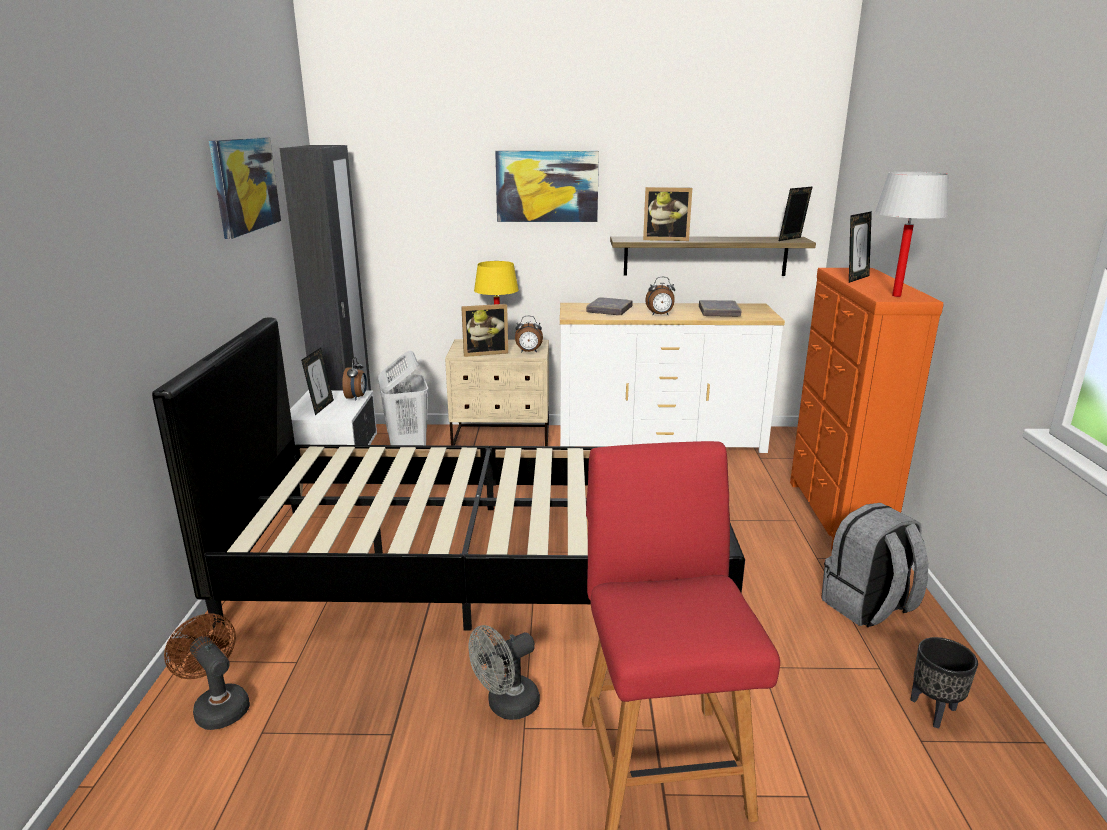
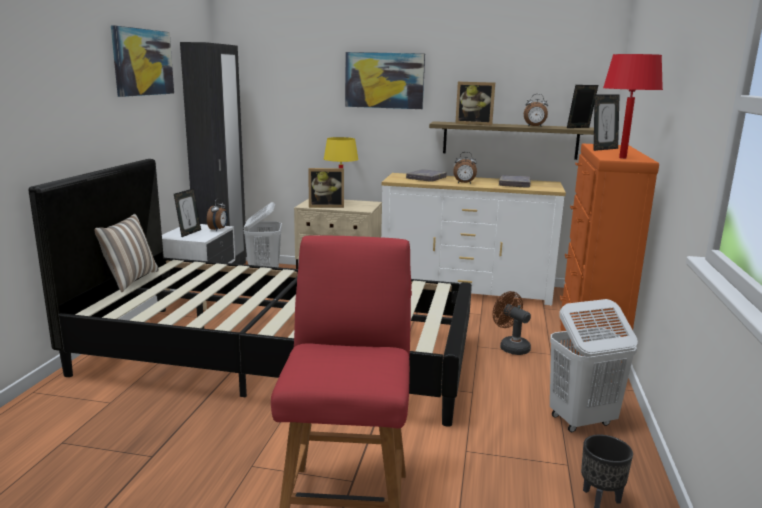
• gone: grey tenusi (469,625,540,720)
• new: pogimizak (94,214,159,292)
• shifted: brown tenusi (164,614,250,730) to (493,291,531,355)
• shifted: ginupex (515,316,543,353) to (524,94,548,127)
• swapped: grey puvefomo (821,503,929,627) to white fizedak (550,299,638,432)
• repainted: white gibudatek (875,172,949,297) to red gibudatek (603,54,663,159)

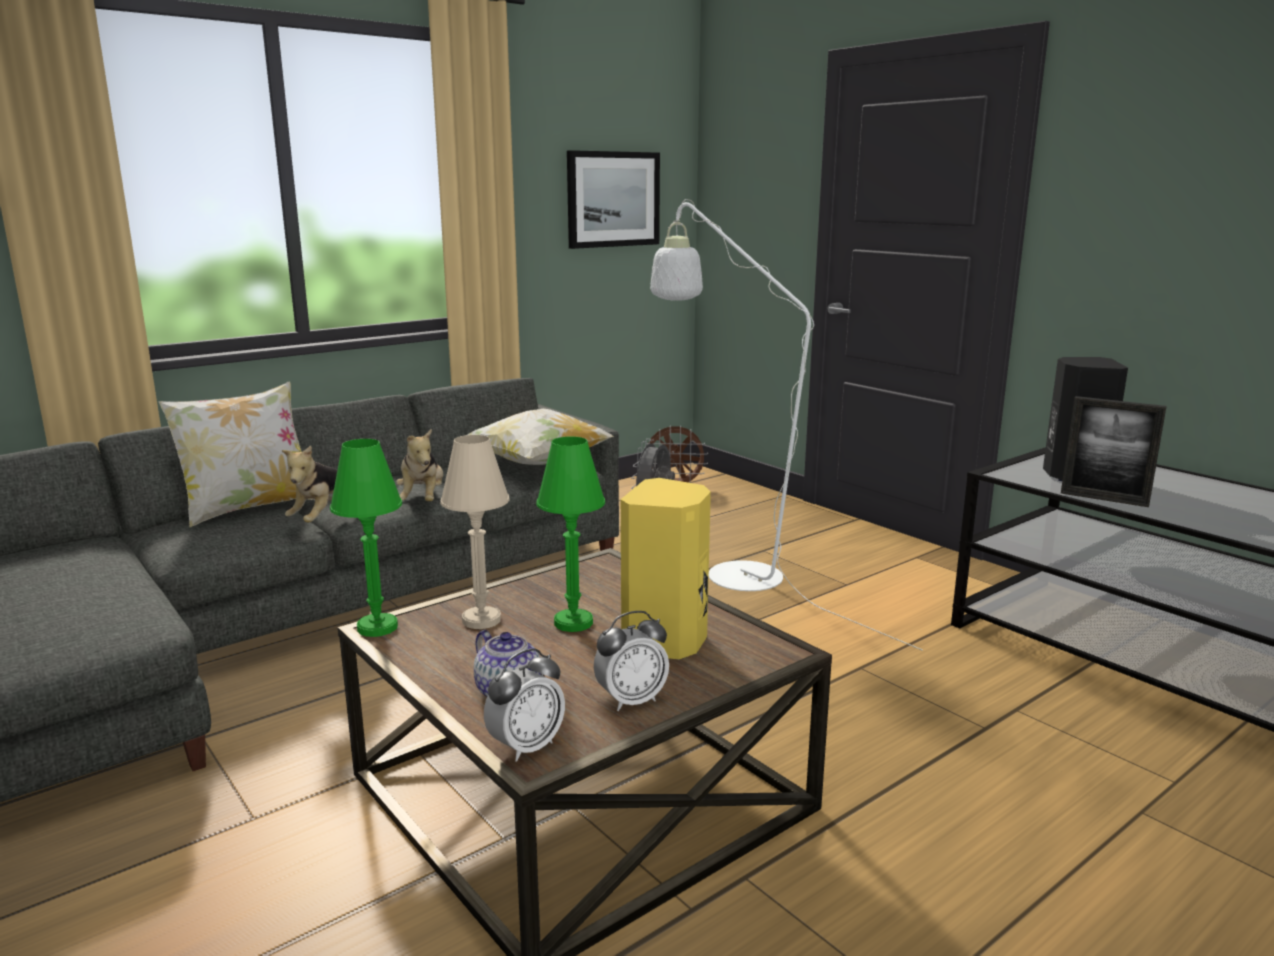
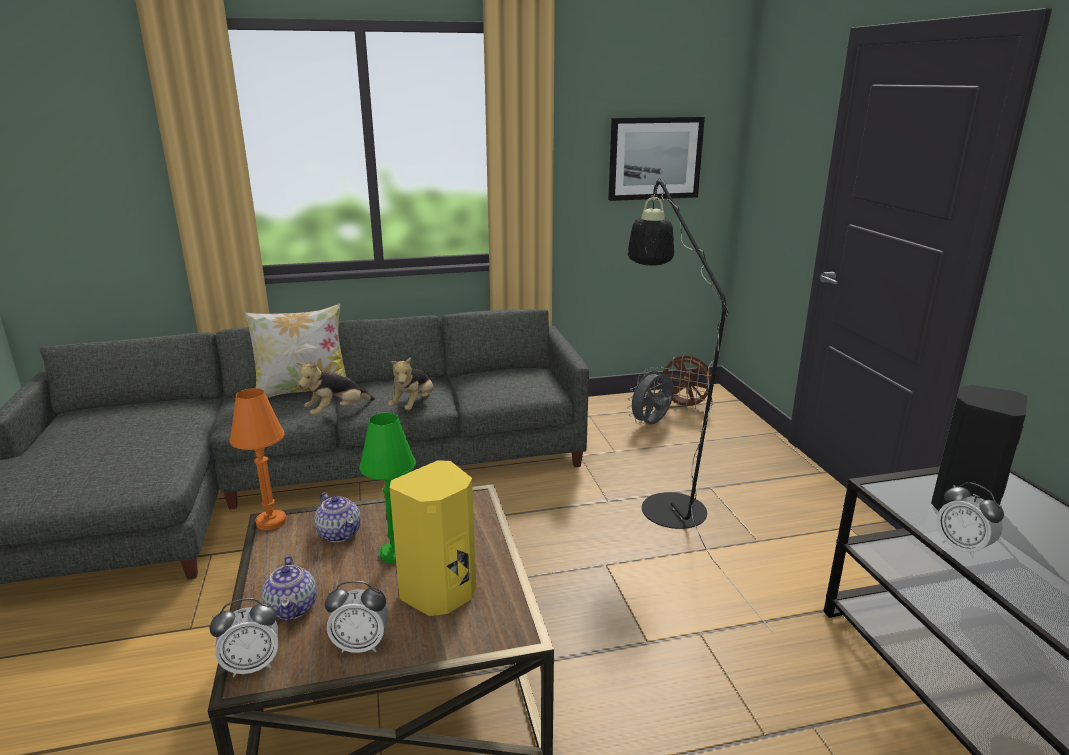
• gone: pogimizak (467,409,614,465)
• swapped: beige gibudatek (440,435,509,629) to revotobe (314,492,361,542)
• swapped: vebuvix (1061,396,1166,507) to ginupex (937,482,1004,559)
• repainted: green gibudatek (330,439,402,637) to orange gibudatek (230,388,286,530)
• repainted: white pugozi (650,199,923,651) to black pugozi (628,179,773,632)

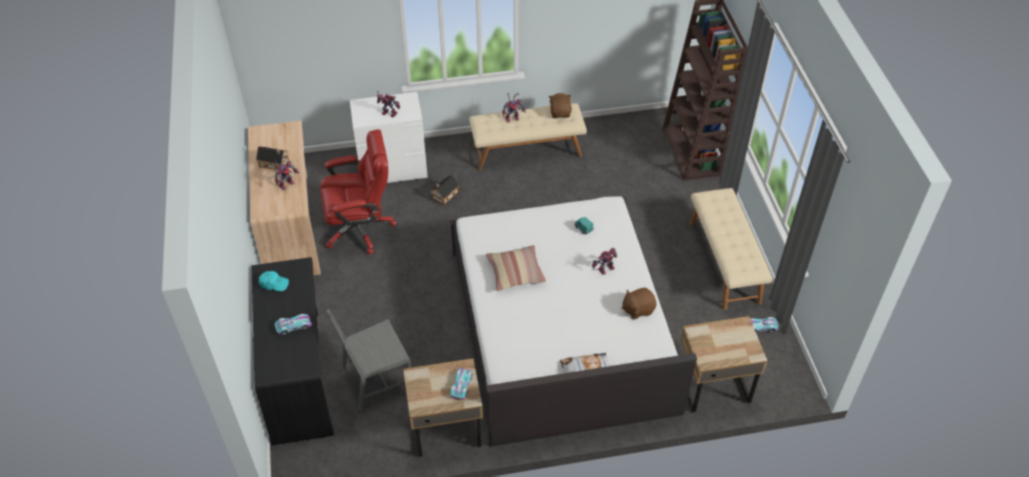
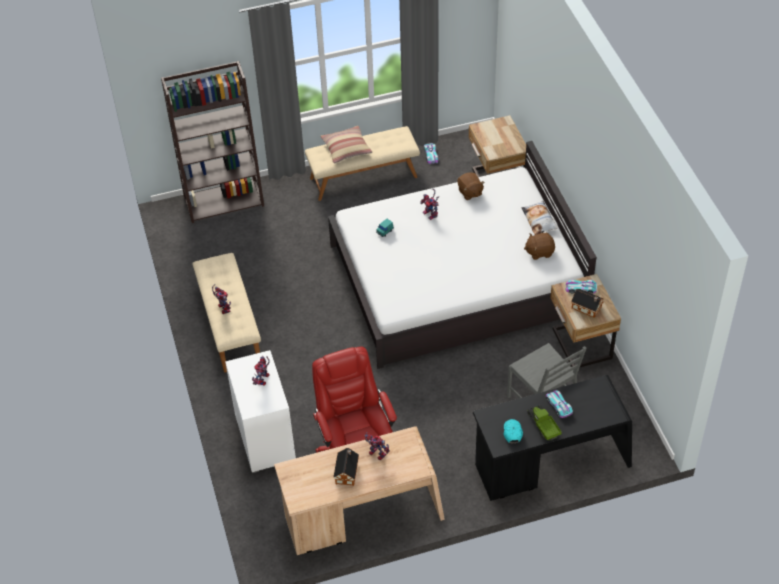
• new: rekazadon (527,405,562,441)
• shifted: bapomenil (431,175,459,205) to (571,289,604,318)
• shifted: pogimizak (486,245,546,291) to (320,126,372,163)
• shifted: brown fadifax (549,93,572,118) to (524,233,555,260)

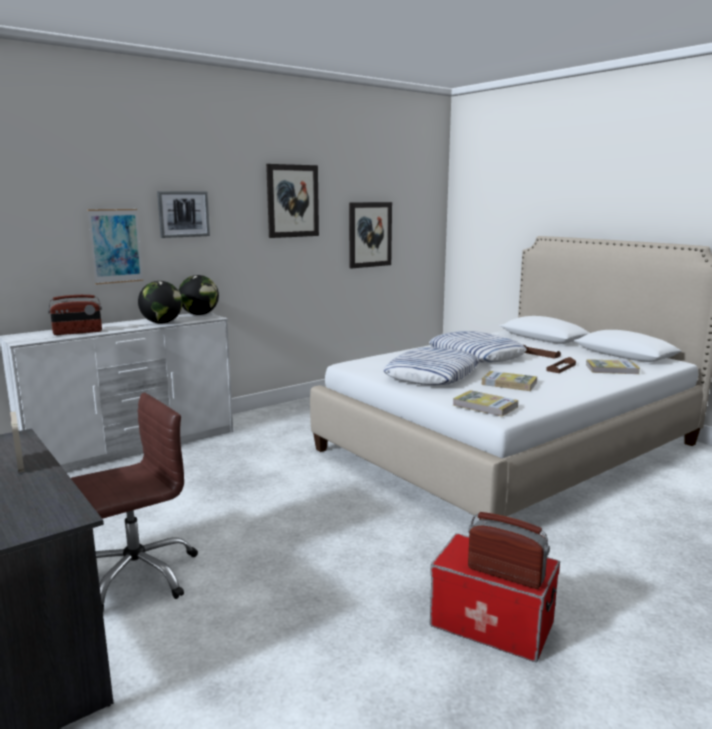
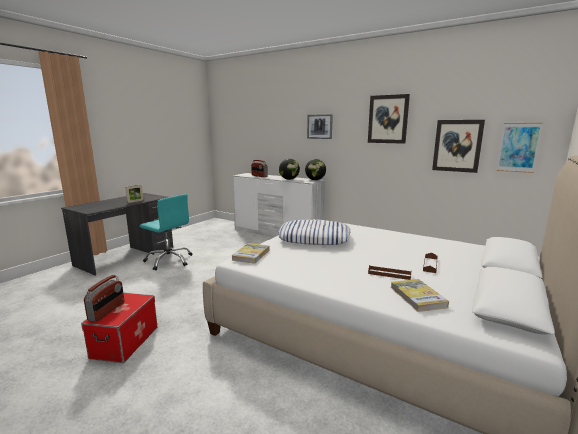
• gone: pogimizak (429,331,527,362)
• gone: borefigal (482,371,537,391)
• shifted: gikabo (87,209,143,285) to (497,123,543,173)
• repainted: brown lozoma (71,392,198,611) to turquoise lozoma (140,194,193,270)

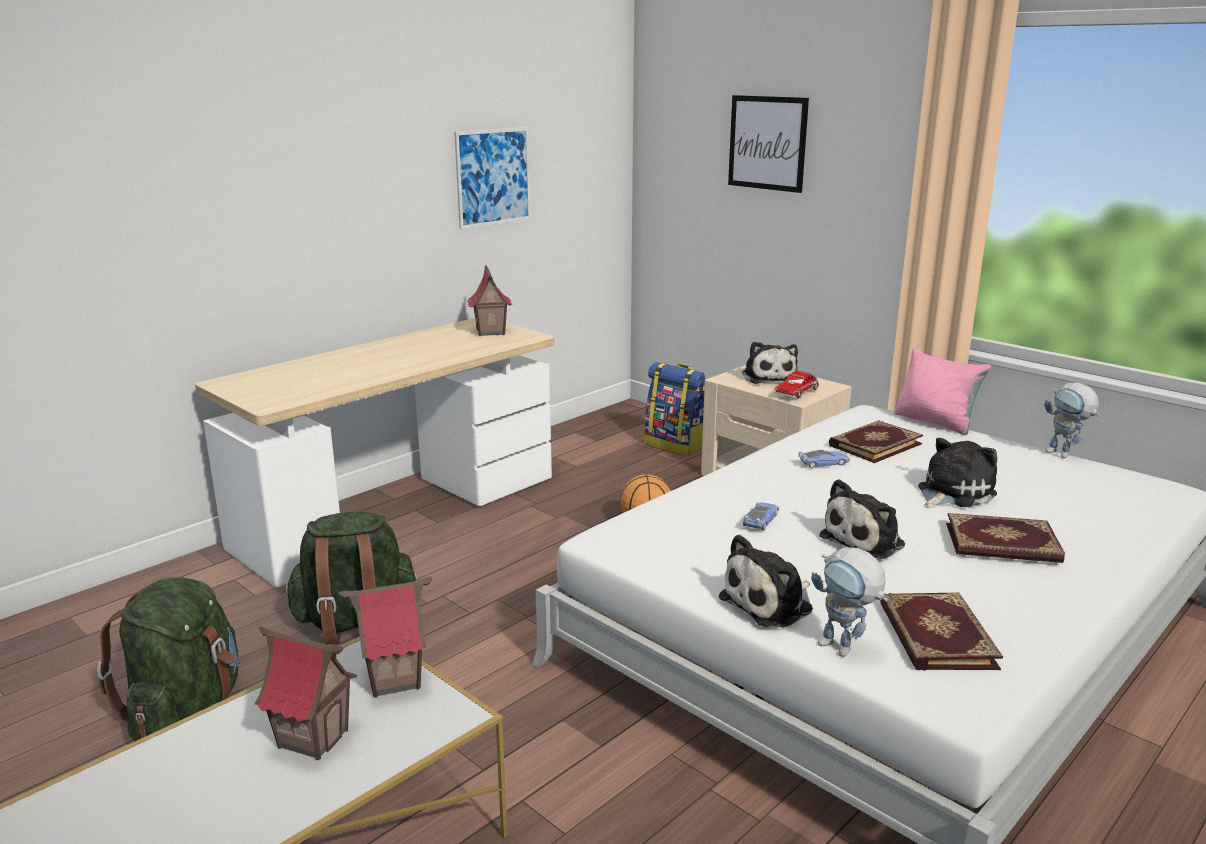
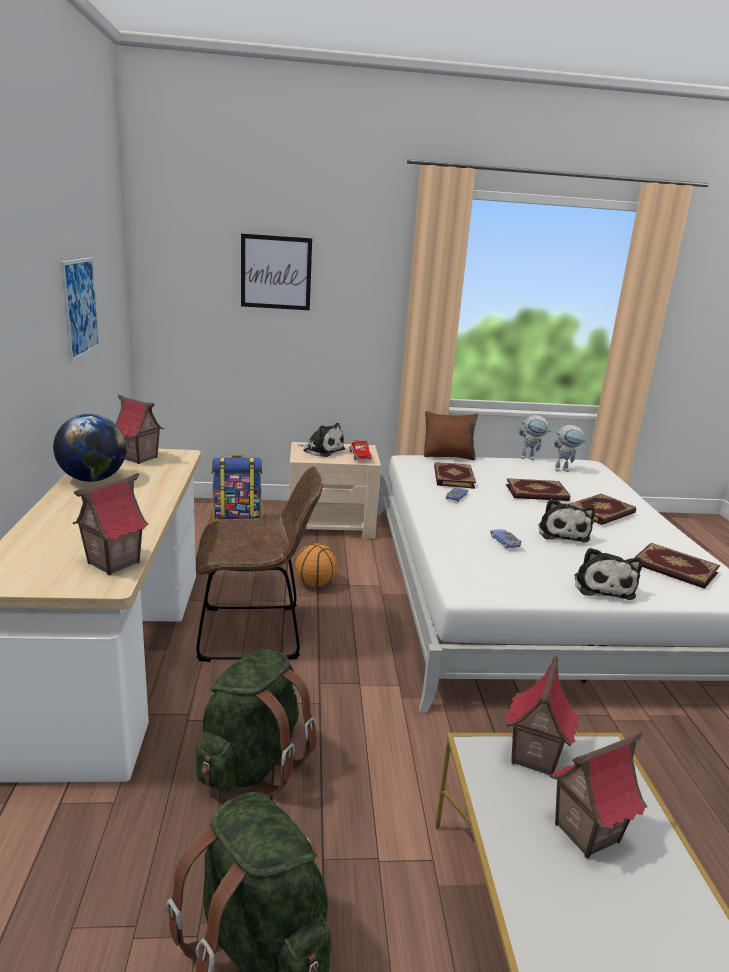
• new: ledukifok (53,414,126,482)
• new: bapomenil (73,473,149,575)
• new: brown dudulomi (196,467,323,662)
• shifted: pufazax (811,547,888,657) to (554,425,586,472)
• swapped: fadifax (918,438,997,508) to borefigal (506,478,570,501)
• repainted: pink pogimizak (894,348,991,435) to brown pogimizak (424,411,478,460)

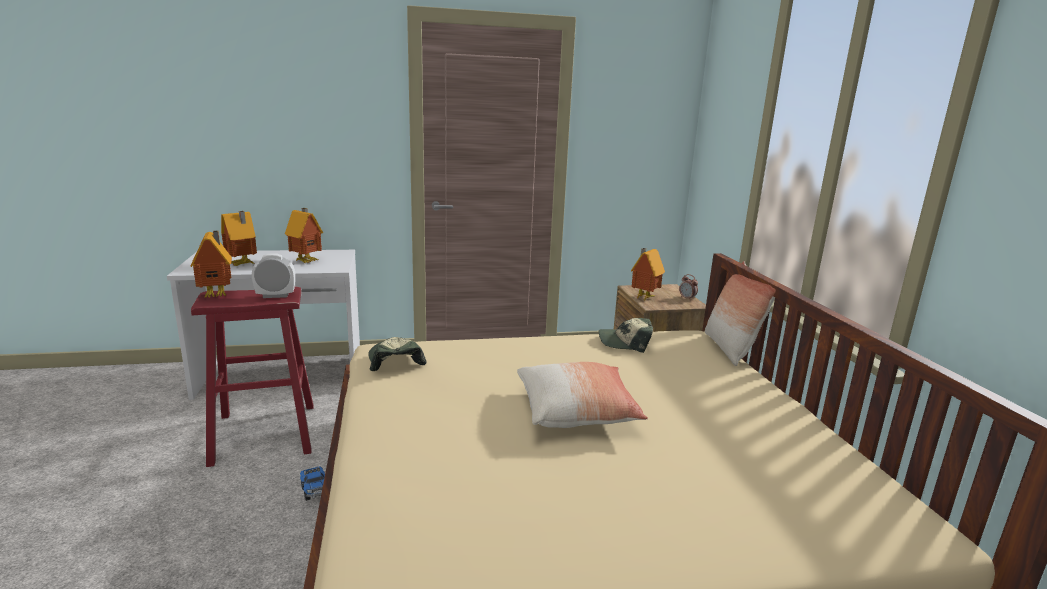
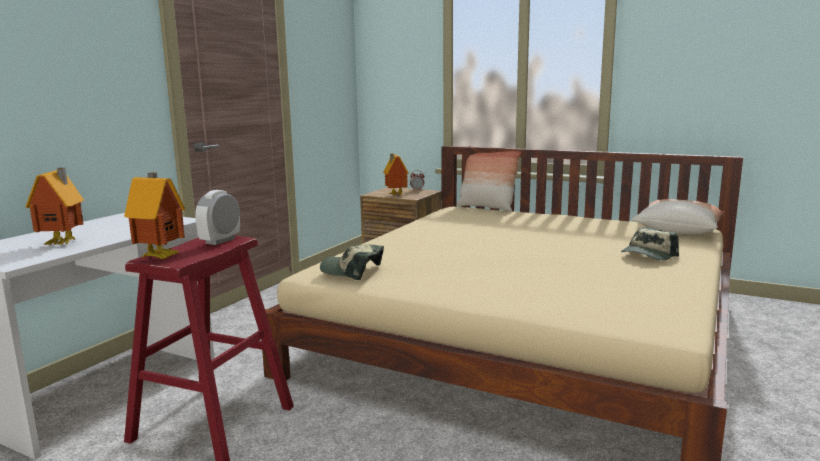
• gone: bapomenil (285,208,323,263)
• gone: rekazadon (300,466,325,501)
• shifted: pogimizak (517,362,648,428) to (631,199,725,234)
• shifted: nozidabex (599,318,653,353) to (621,227,679,260)

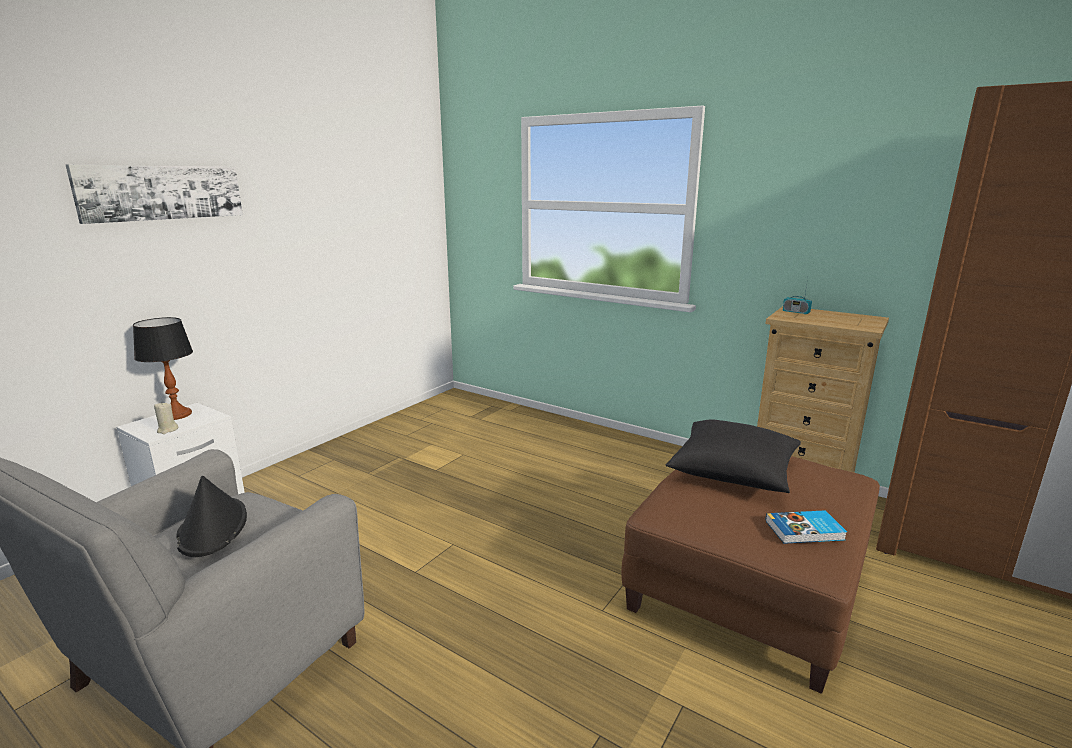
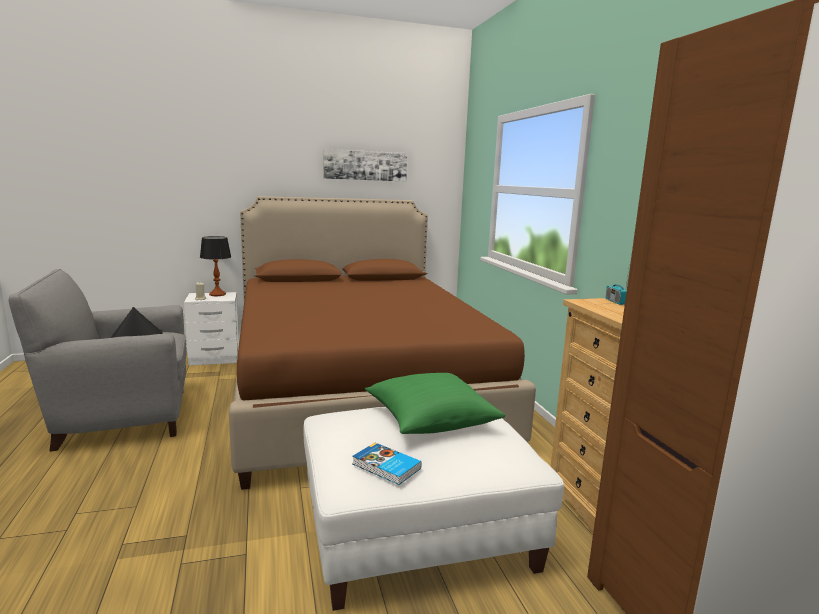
• new: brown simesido (229,196,536,490)
• shifted: gikabo (66,165,243,224) to (323,149,407,181)
• repainted: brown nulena (621,456,880,694) to white nulena (303,407,564,611)
• repainted: black pogimizak (665,419,801,493) to green pogimizak (365,373,505,434)

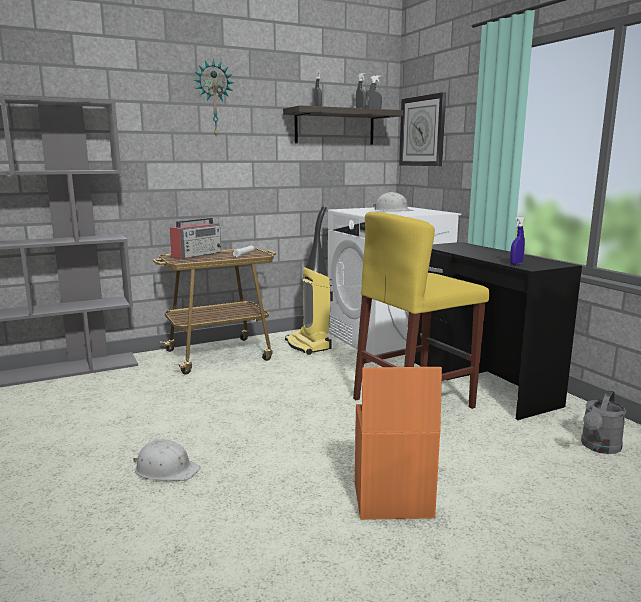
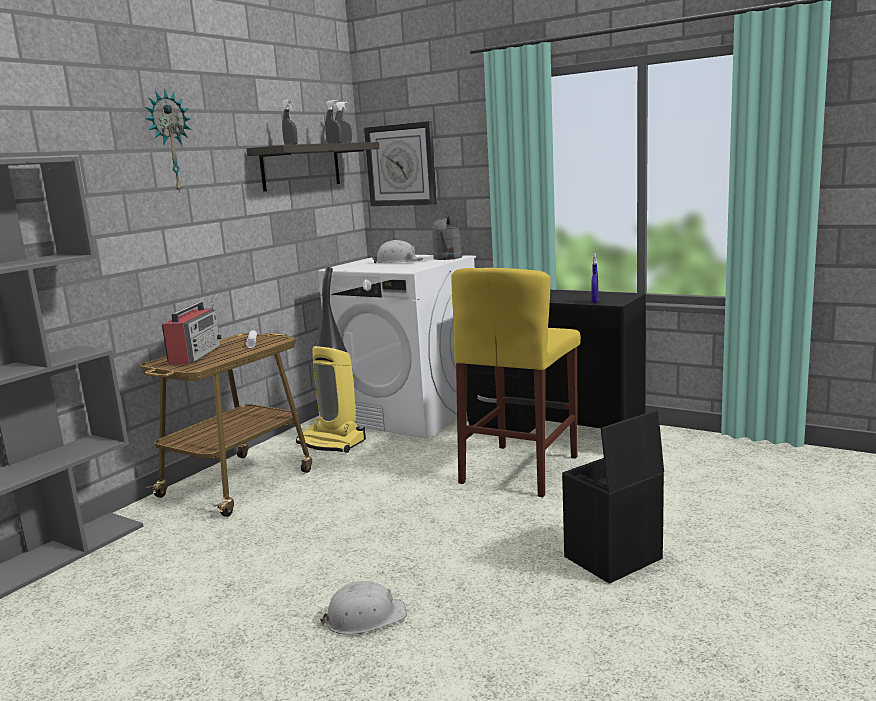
• shifted: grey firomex (581,390,626,454) to (432,216,462,260)
• repainted: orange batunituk (355,367,442,520) to black batunituk (562,410,664,584)

